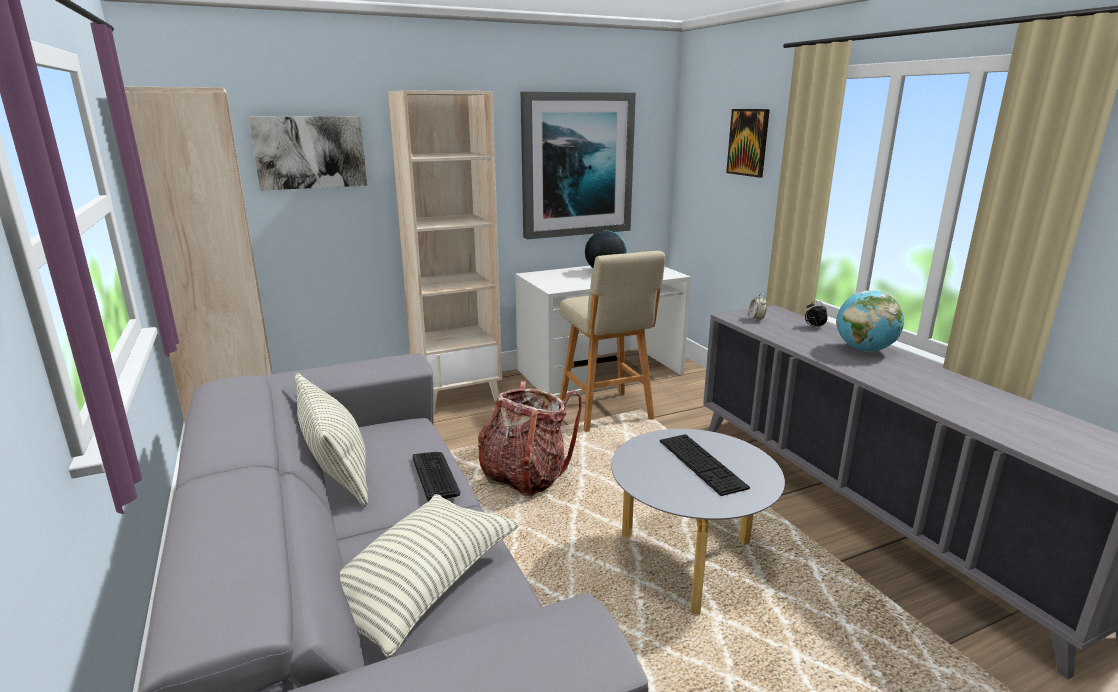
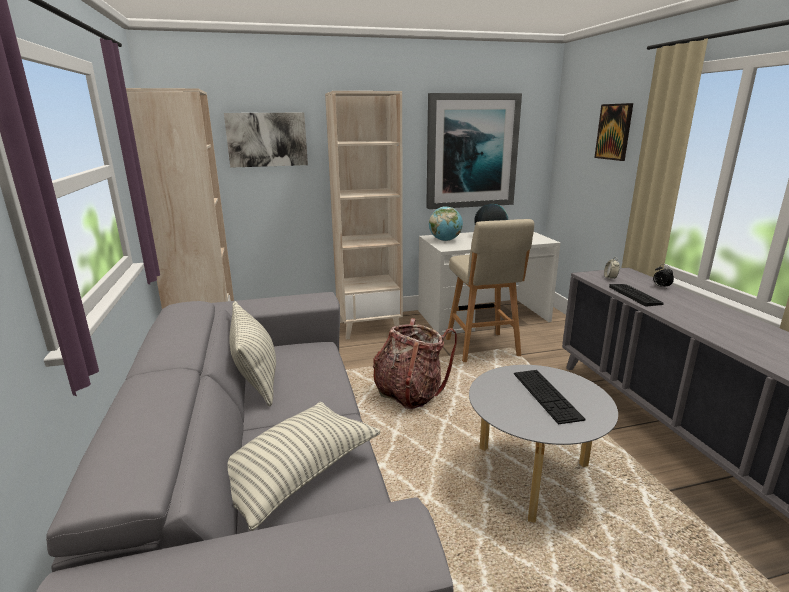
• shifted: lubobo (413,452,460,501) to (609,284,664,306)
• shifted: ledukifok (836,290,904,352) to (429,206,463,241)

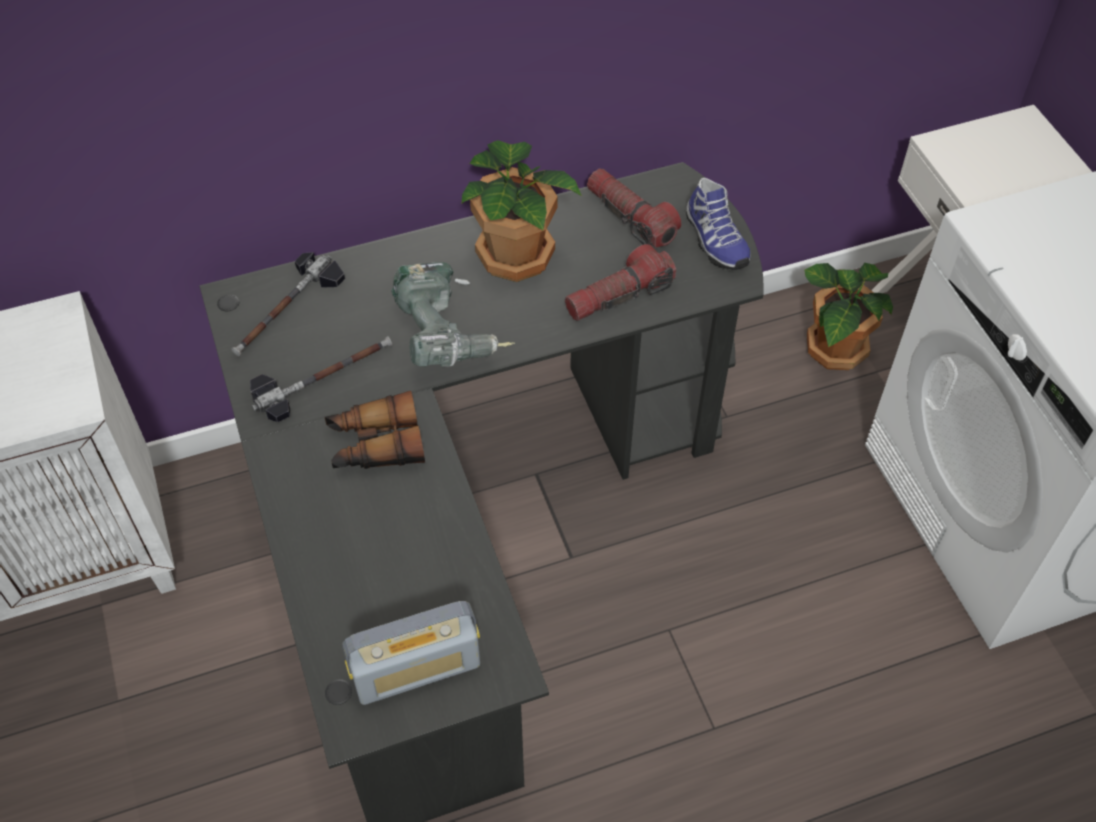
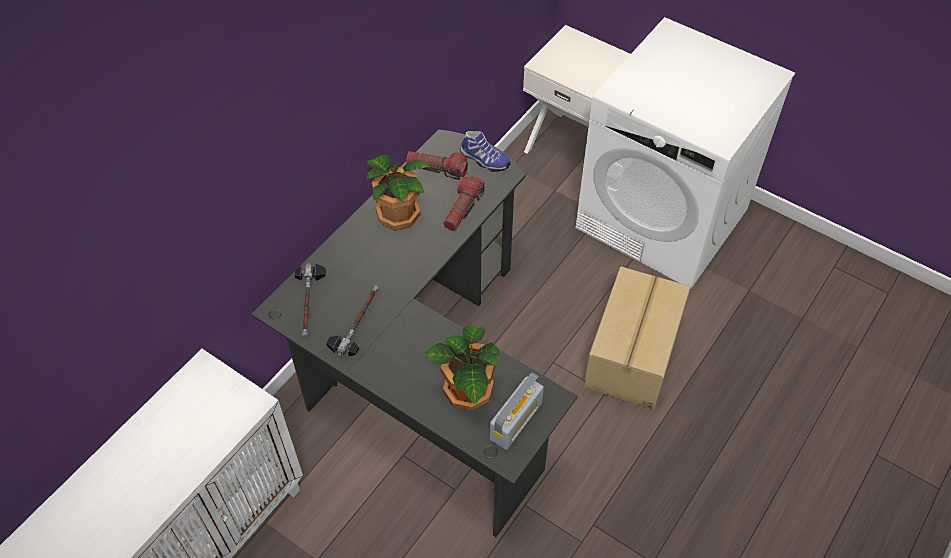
• gone: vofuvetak (325,391,425,469)
• gone: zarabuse (392,262,515,367)
• new: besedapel (584,267,690,409)
• shifted: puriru (804,263,893,370) to (424,325,500,410)

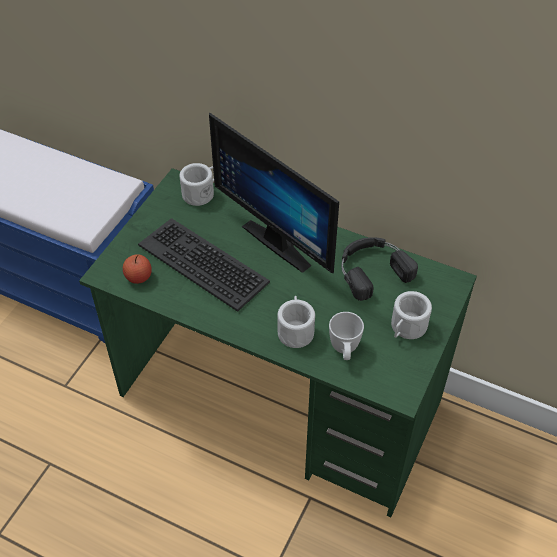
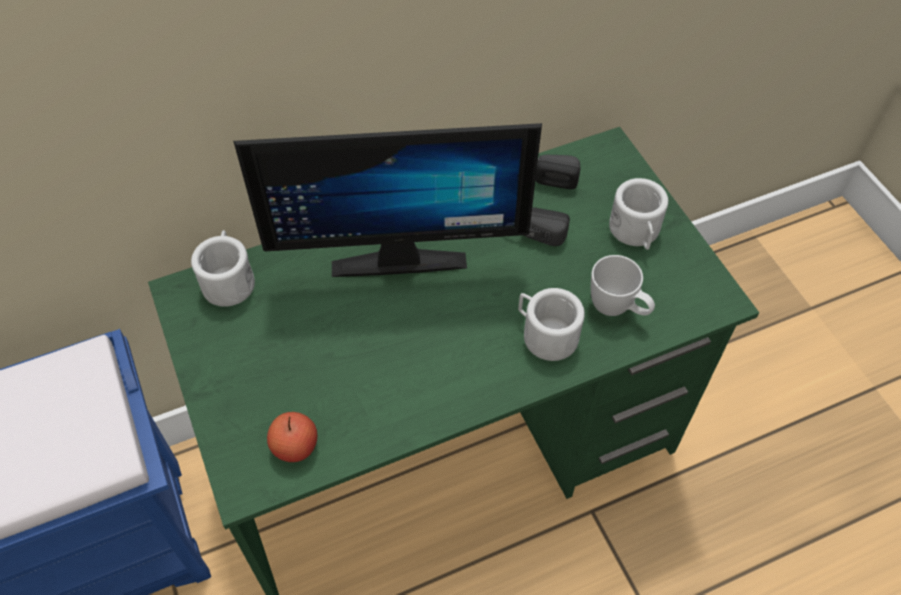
• gone: lubobo (138,218,270,312)

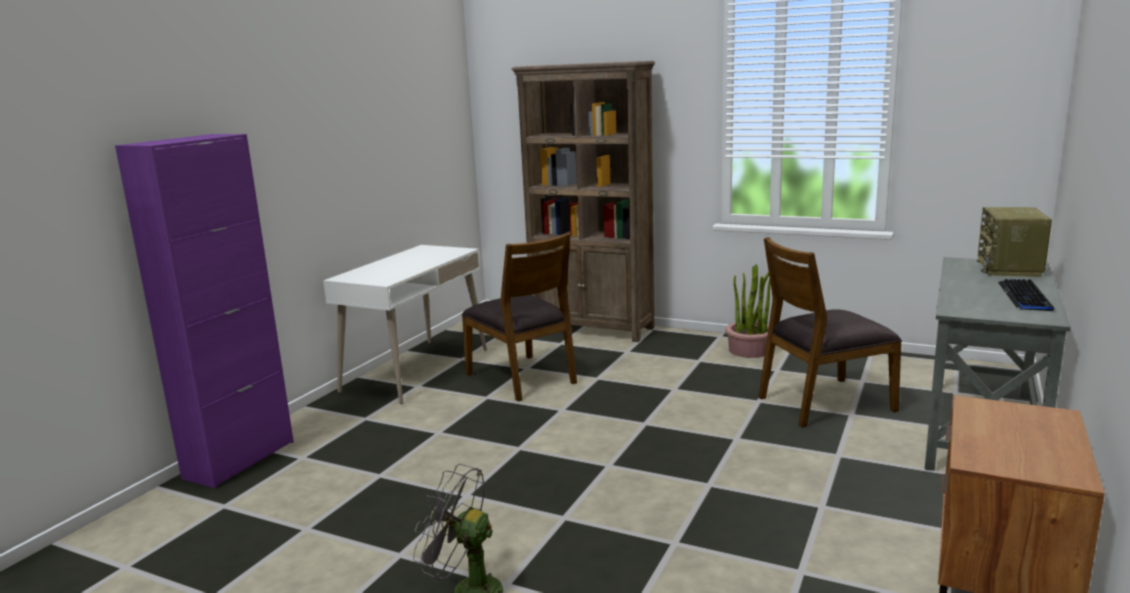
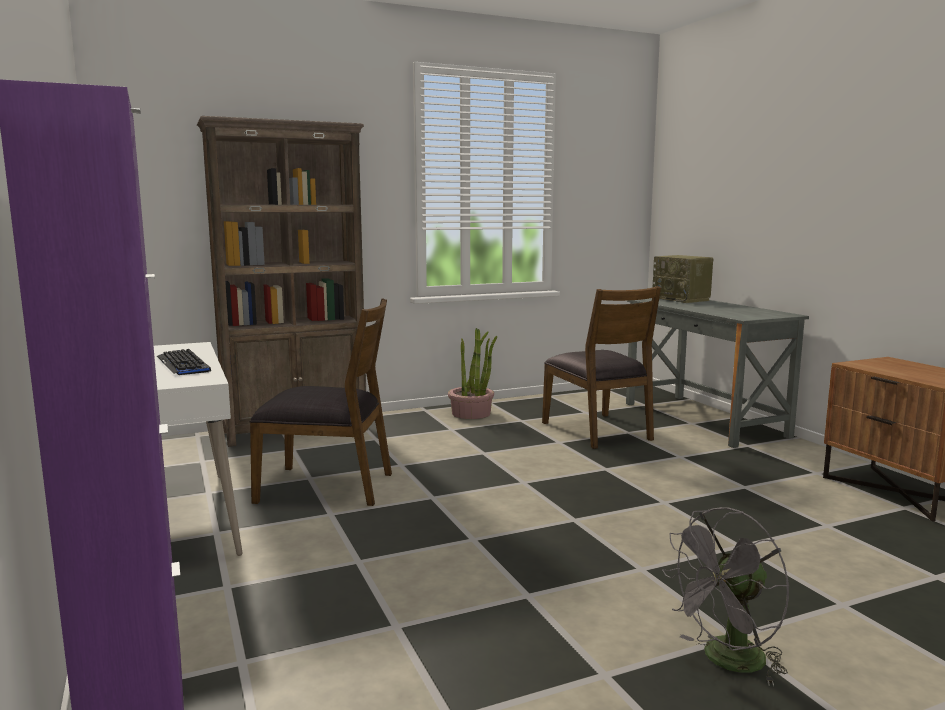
• shifted: lubobo (998,279,1054,311) to (157,349,211,375)
• rotated: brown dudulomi (758,237,902,428) = (542,286,661,449) 45 degrees counterclockwise

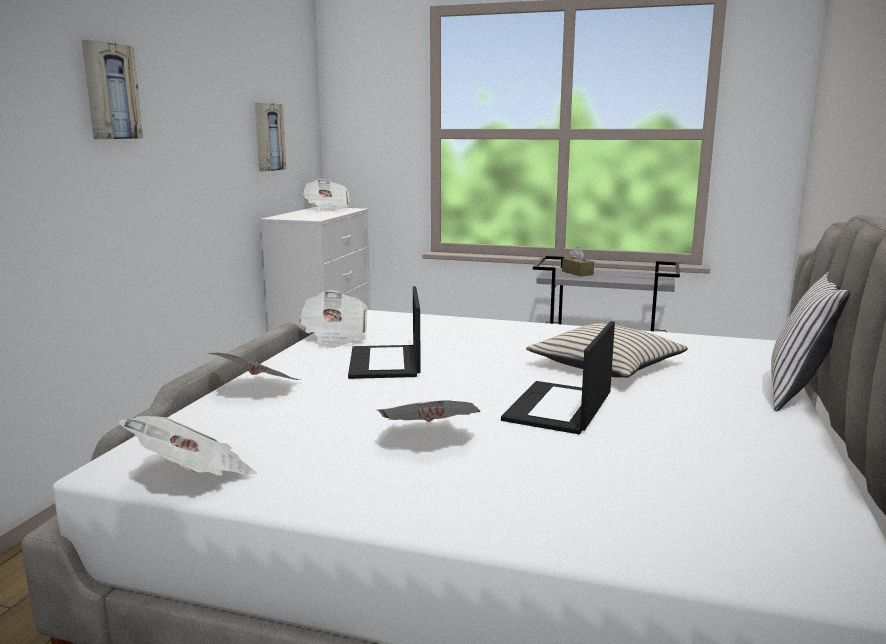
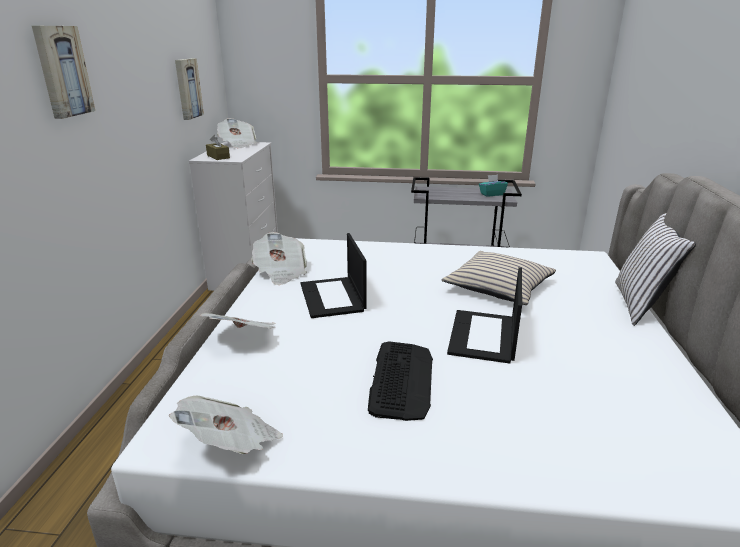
• new: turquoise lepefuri (479,175,508,196)
• shifted: brown lepefuri (562,247,594,277) to (206,135,230,160)
• swapped: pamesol (377,400,480,422) to lubobo (368,341,433,421)

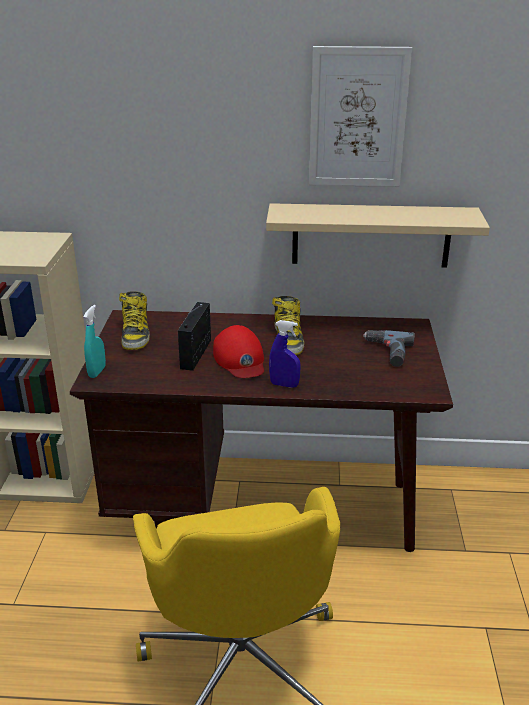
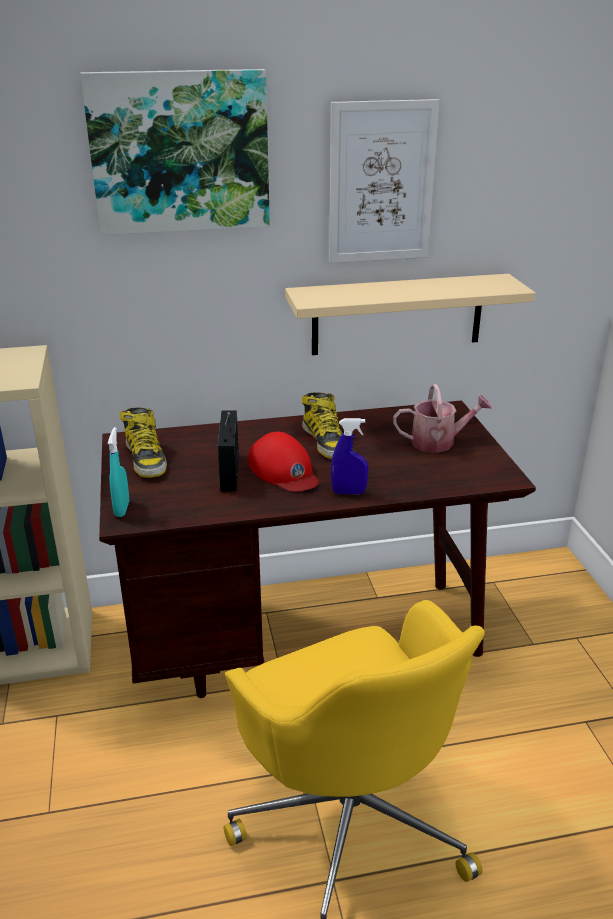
• new: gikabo (80,69,270,235)
• swapped: zarabuse (363,330,415,367) to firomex (393,384,492,453)

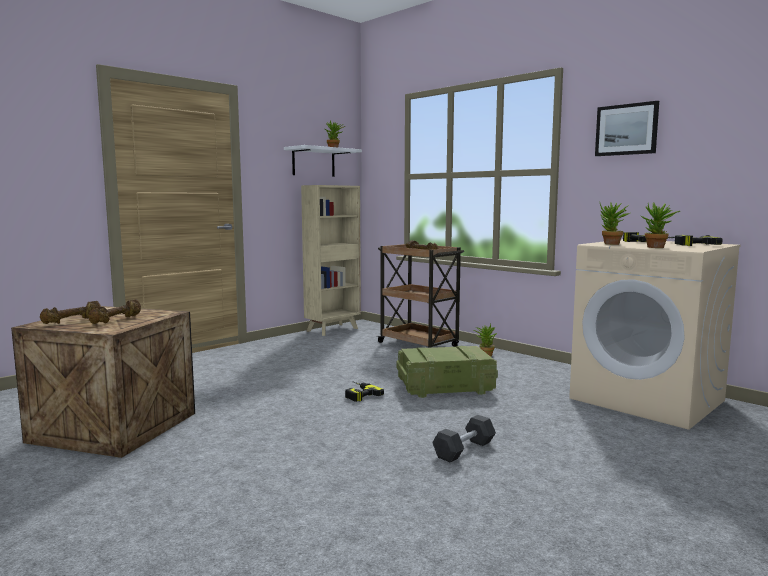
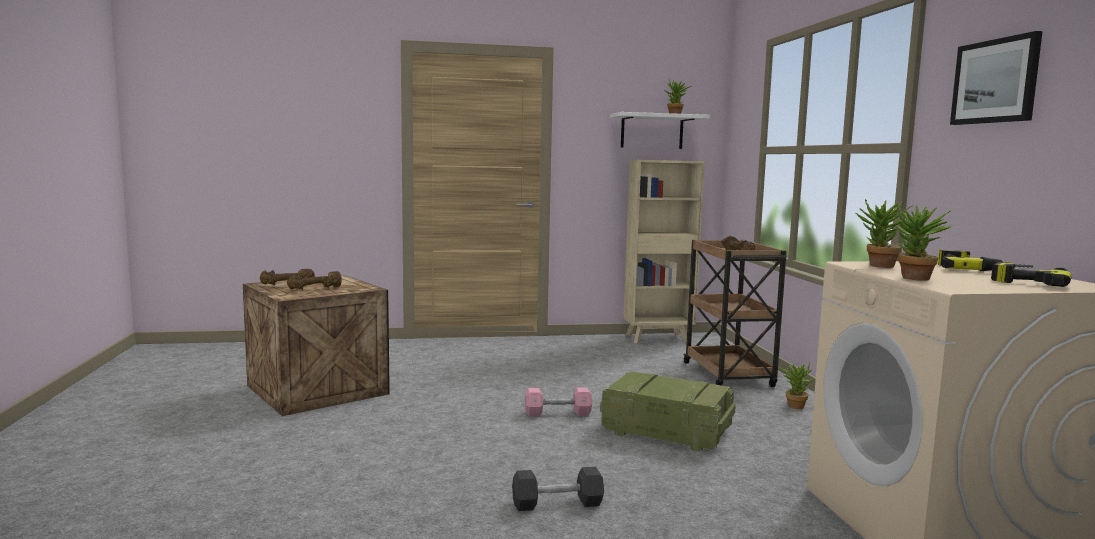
• swapped: zarabuse (345,381,384,402) to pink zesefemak (525,387,592,416)

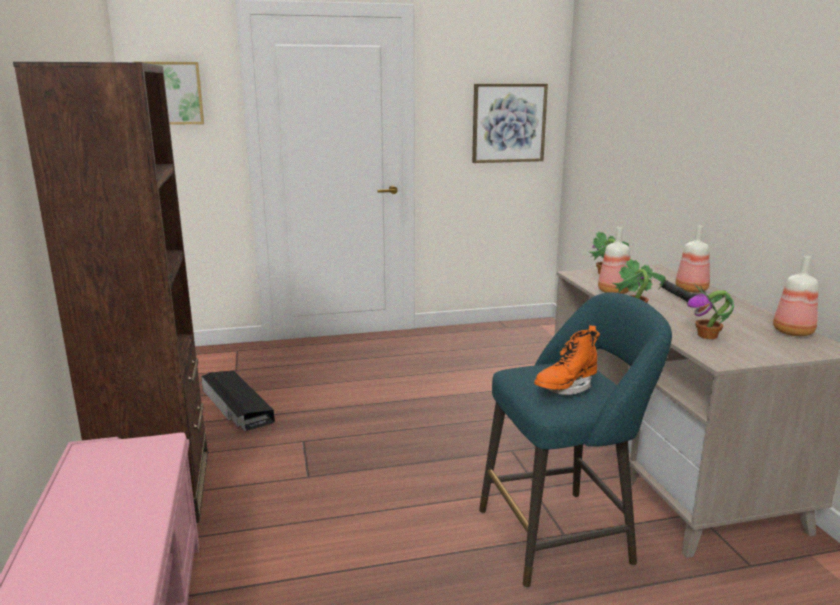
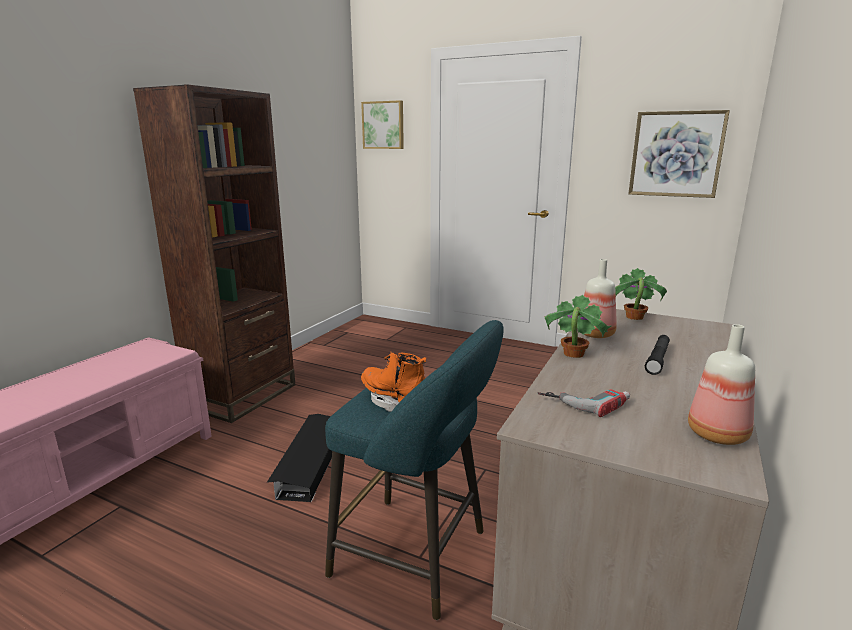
• gone: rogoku (675,226,710,293)
• shifted: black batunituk (201,371,275,431) to (267,414,332,502)
• swapped: puriru (687,283,734,339) to zarabuse (538,390,630,417)
• rotated: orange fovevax (534,326,600,395) = (361,352,426,412) 45 degrees clockwise

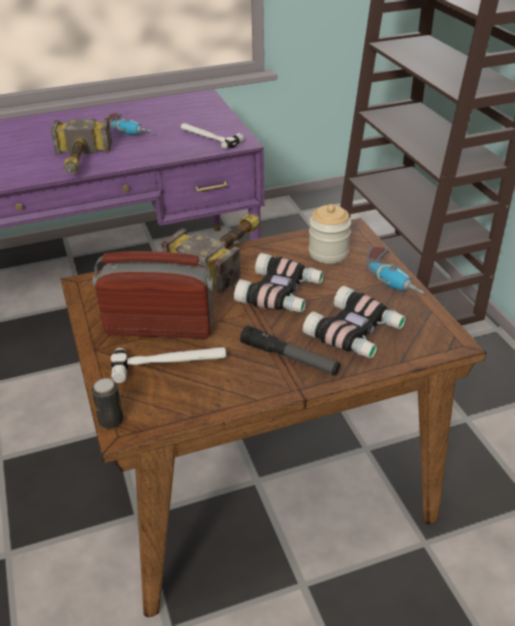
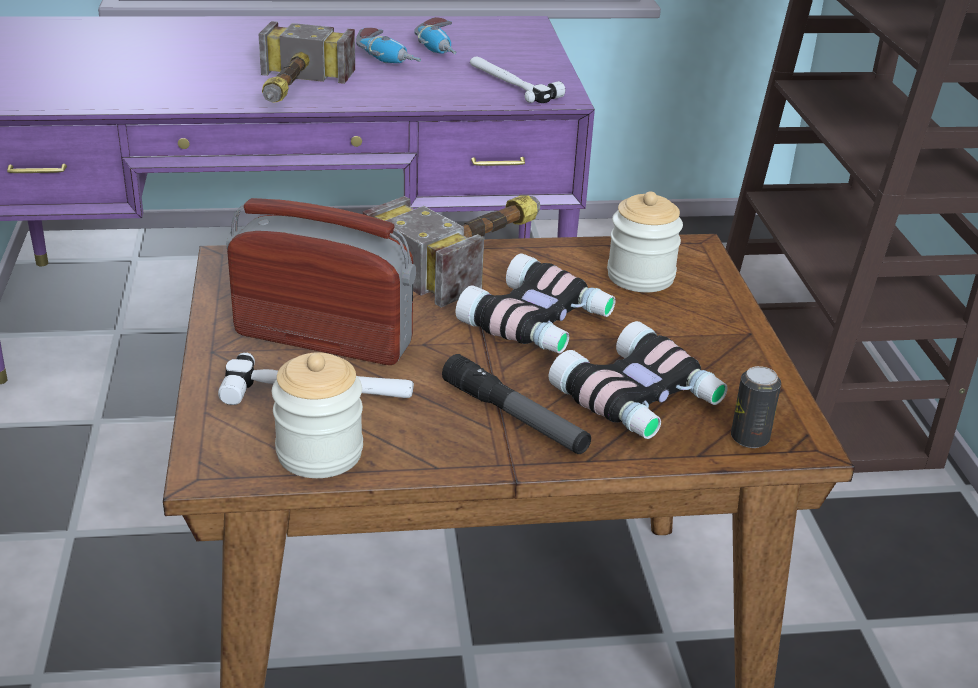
• new: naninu (272,352,363,478)
• shifted: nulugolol (91,378,124,429) to (731,366,781,448)
• shifted: zarabuse (366,247,424,294) to (414,17,457,54)

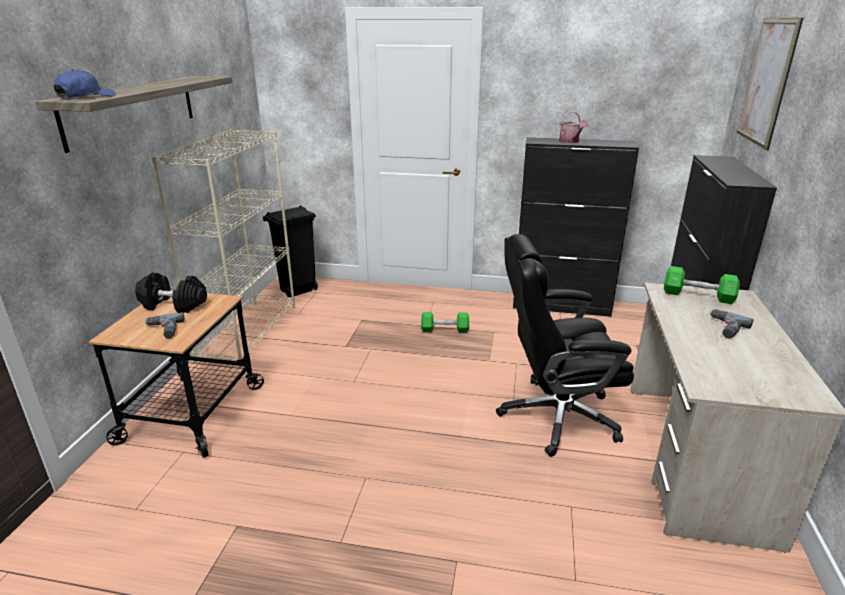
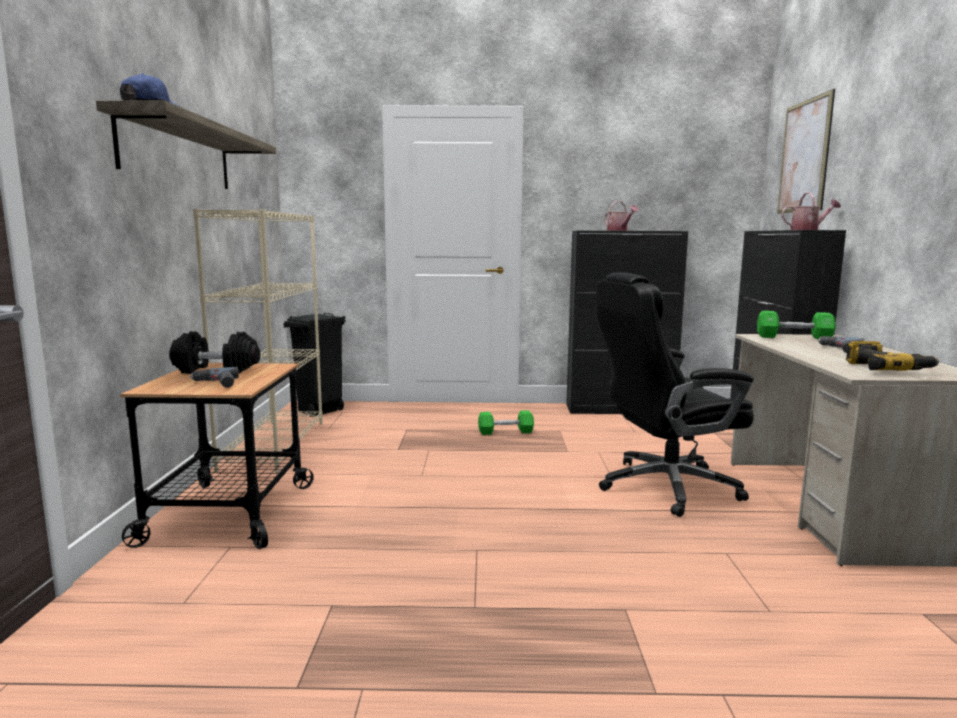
• new: firomex (782,192,841,230)
• new: zarabuse (846,341,939,371)

